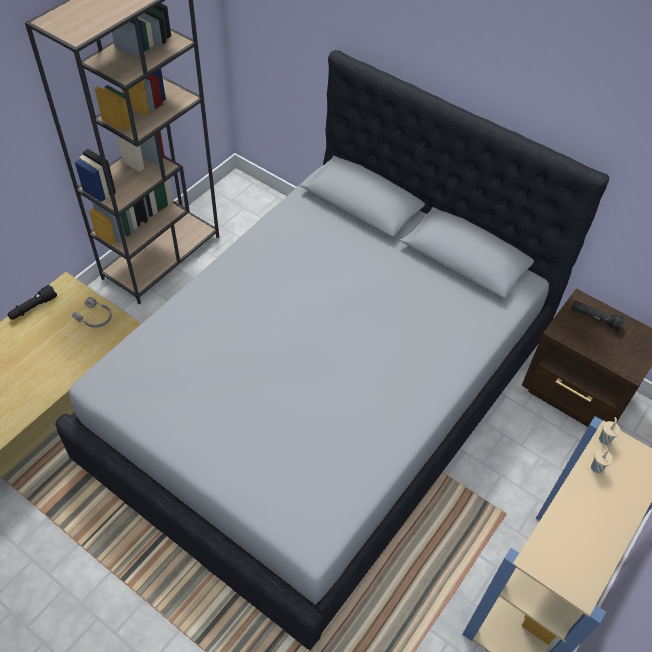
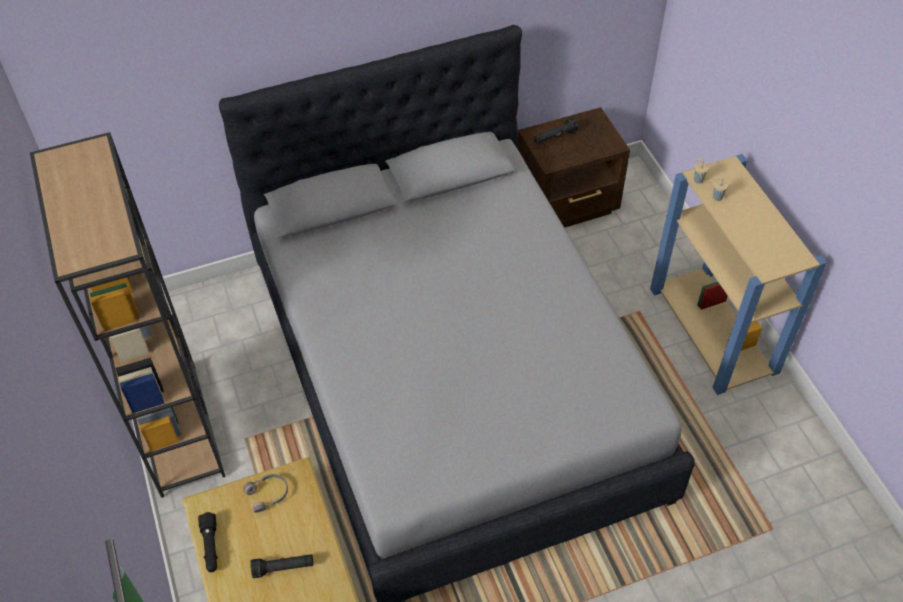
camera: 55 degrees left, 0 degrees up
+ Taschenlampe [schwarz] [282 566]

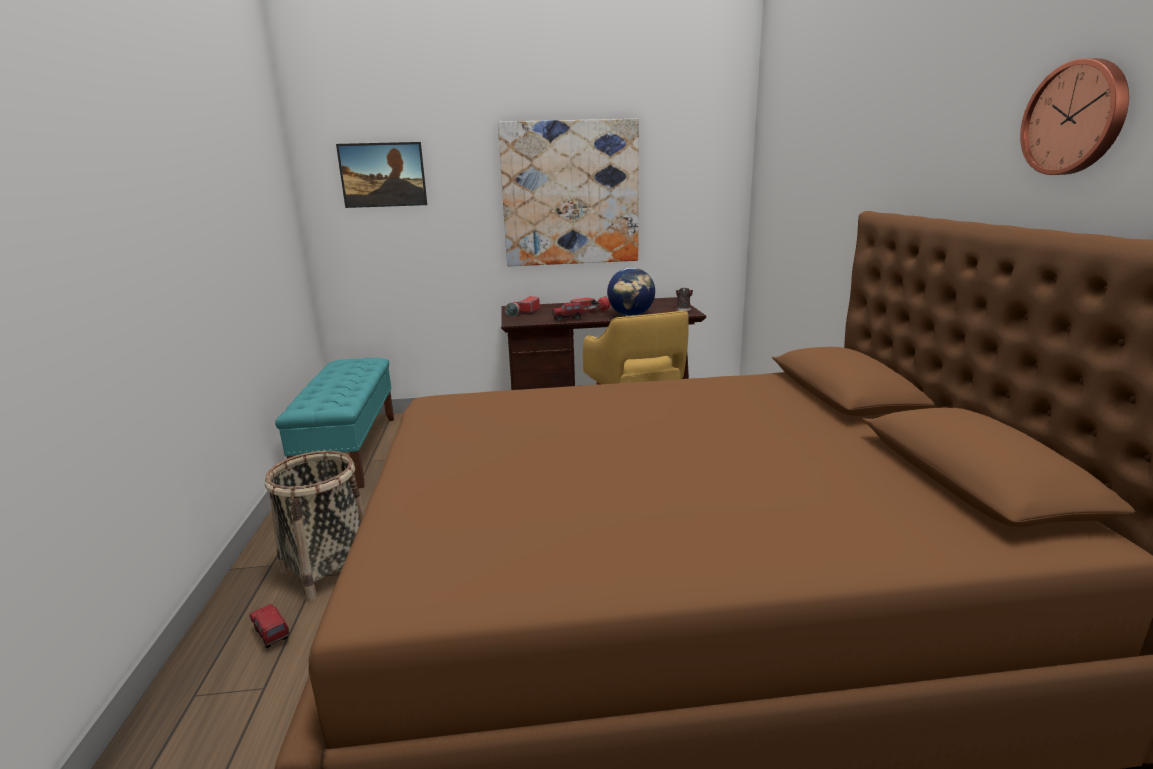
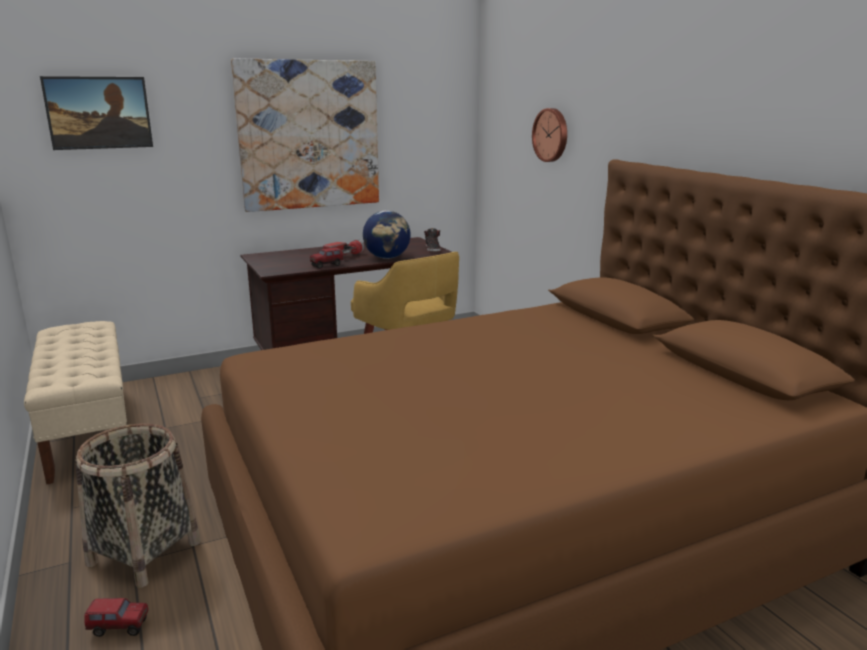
camera: 20 degrees left, 0 degrees up
~ Spielzeuglaster [269 626] = [116 617] 150 degrees clockwise
~ Bank [türkis] [334 423] to Bank [beige] [75 403]
- Taschenlampe [522 306]
~ Wanduhr [1074 116] to [549 135]

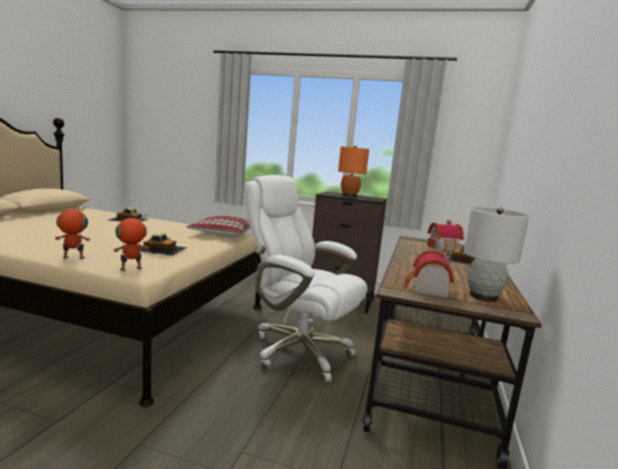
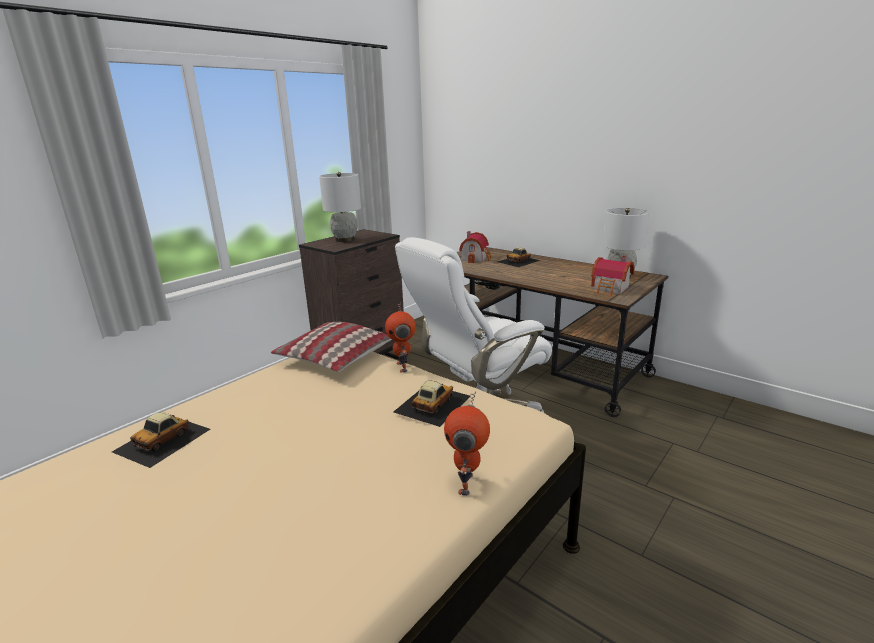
camera: 65 degrees left, 10 degrees up
~ Spielzeugroboter [131 242] to [400 337]
~ Tischlampe [orange] [353 171] to Tischlampe [weiß] [340 207]

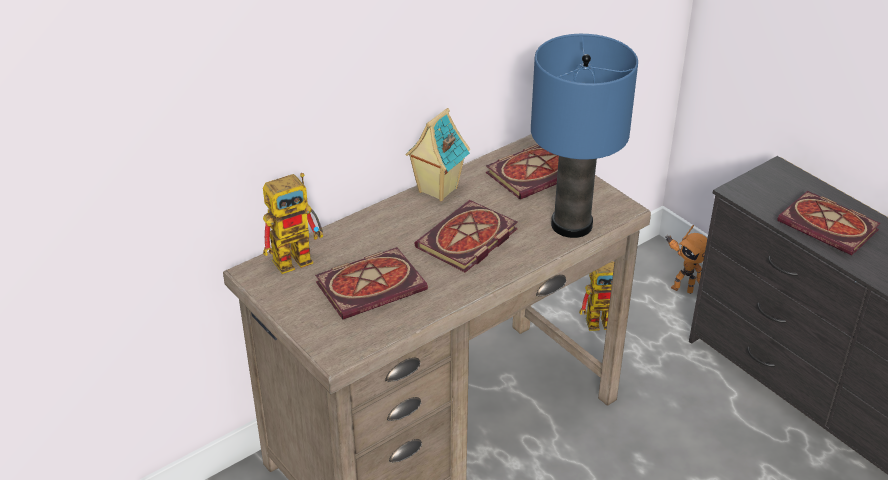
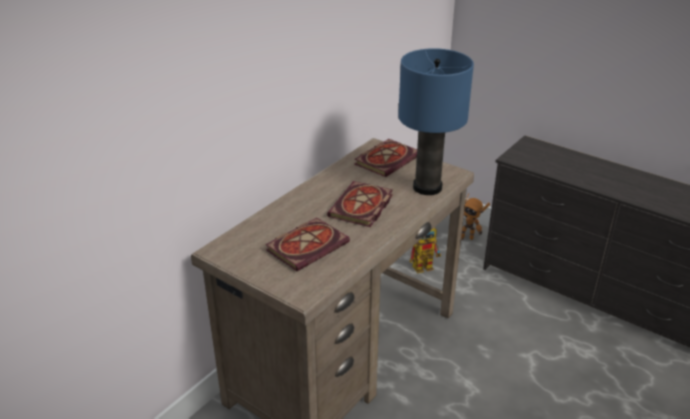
camera: 15 degrees left, 5 degrees down
- Spielzeugroboter [293 223]
- Spielzeughaus [437 154]
- Buch [829 223]

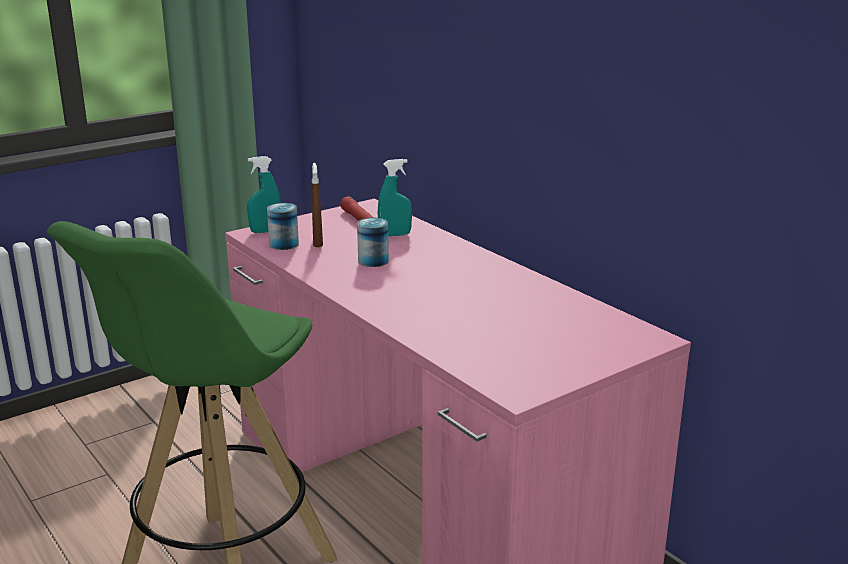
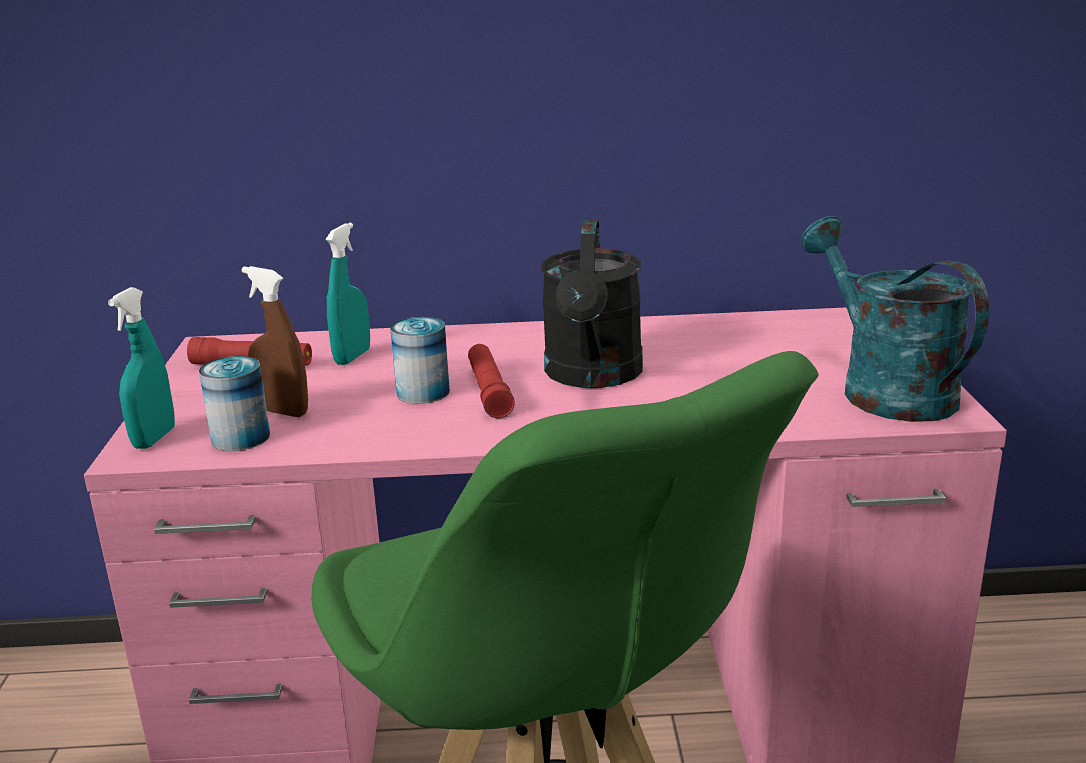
camera: 55 degrees left, 0 degrees up
+ Taschenlampe [rot] [491 381]
+ Gießkanne [schwarz] [591 304]
+ Gießkanne [türkis] [895 319]

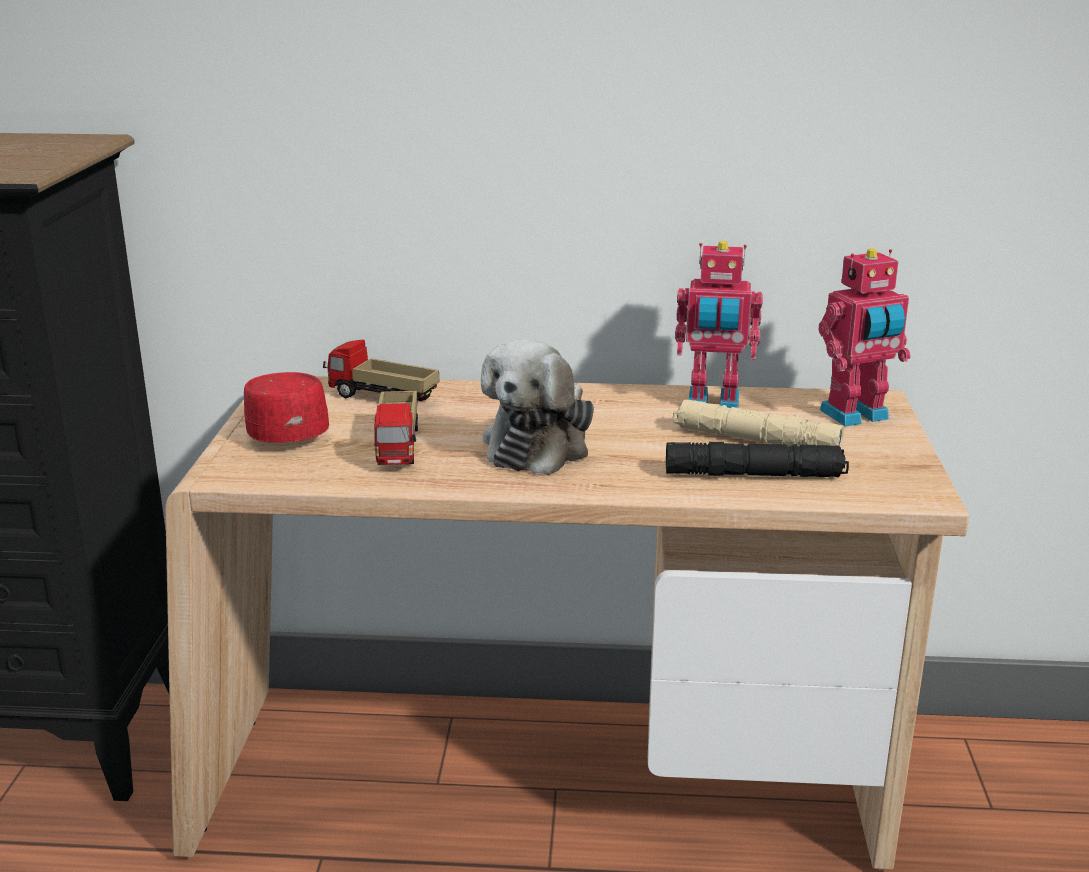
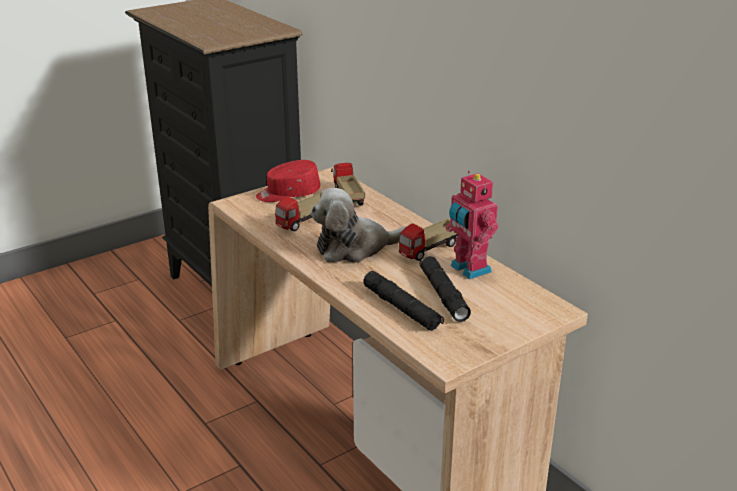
camera: 50 degrees right, 5 degrees up
~ Kappe [rot] [286 407] = [288 181] 135 degrees counterclockwise
~ Taschenlampe [beige] [758 423] to Taschenlampe [schwarz] [445 289]
- Spielzeugroboter [864 337]
+ Spielzeuglaster [428 240]

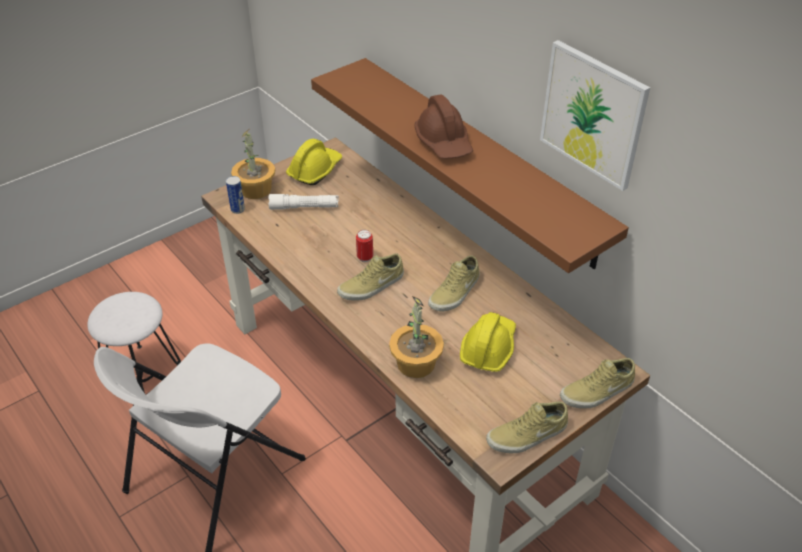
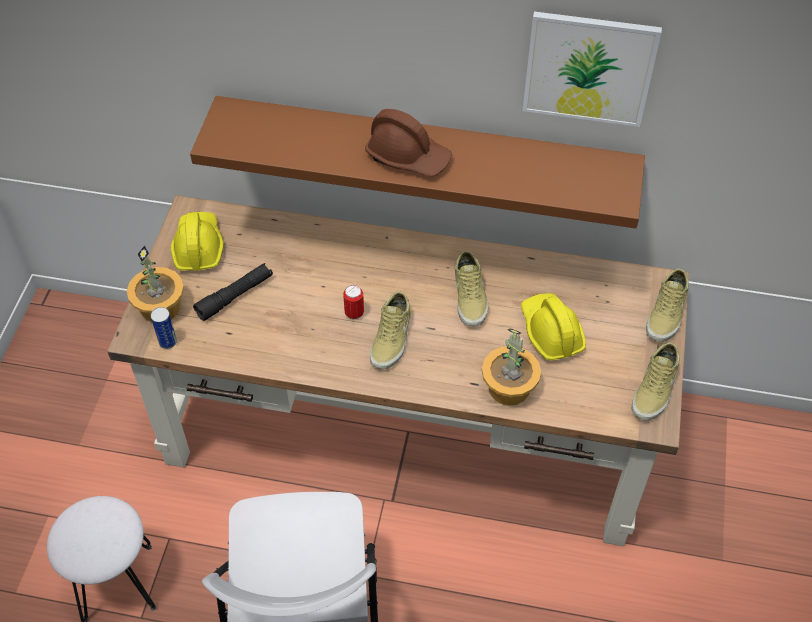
camera: 40 degrees left, 10 degrees up
~ Taschenlampe [weiß] [303 202] to Taschenlampe [schwarz] [233 292]

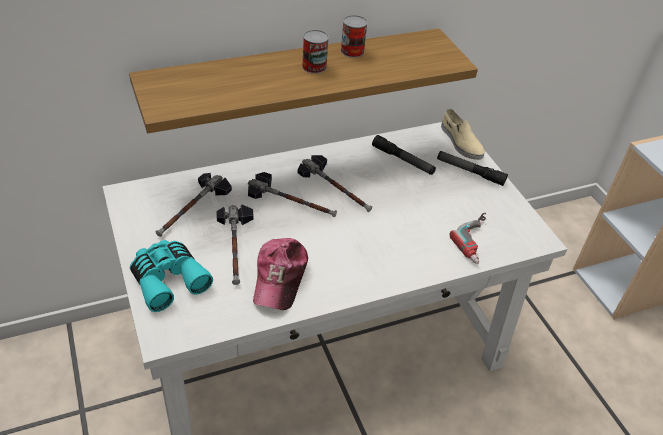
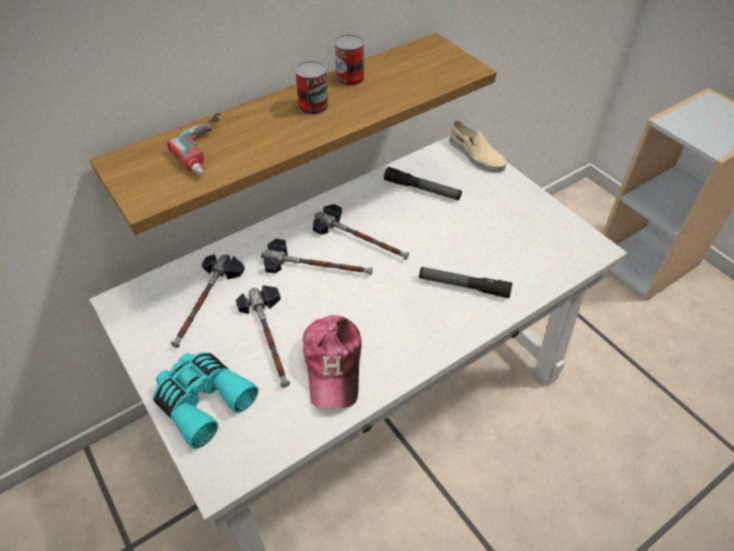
camera: 10 degrees left, 5 degrees up
~ Taschenlampe [472 168] to [465 282]
~ Bohrmaschine [468 238] to [194 144]

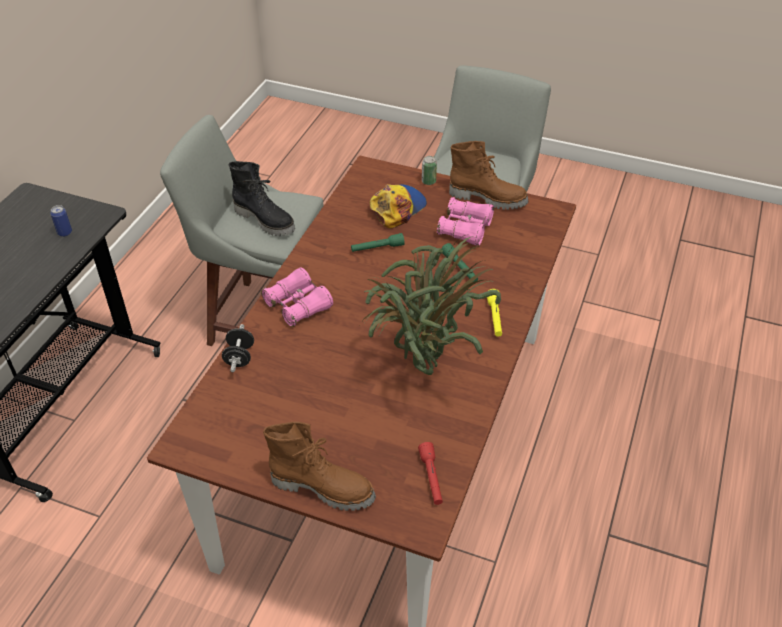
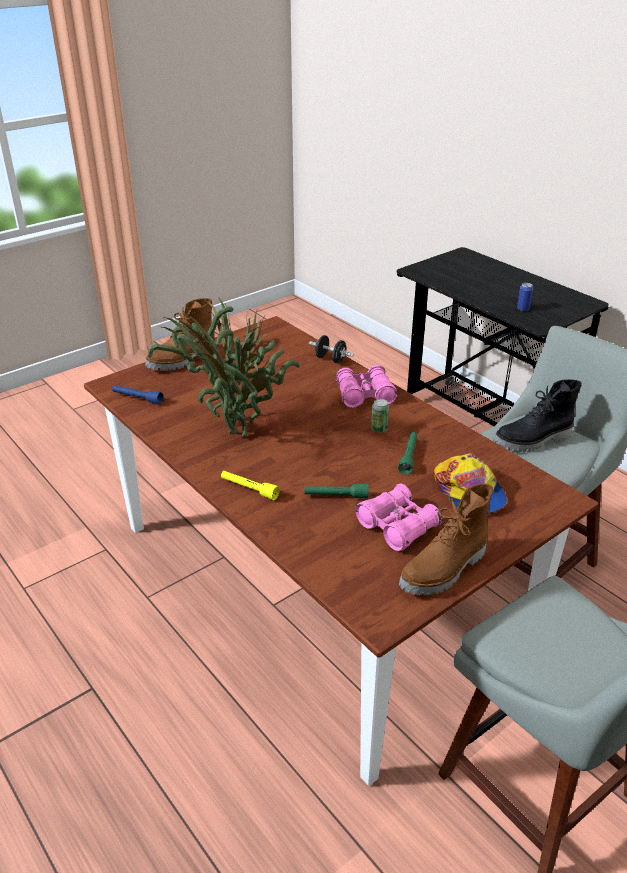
camera: 120 degrees right, 10 degrees down
~ Taschenlampe [rot] [430 473] to Taschenlampe [blau] [137 395]
~ Dose [429 170] to [380 416]

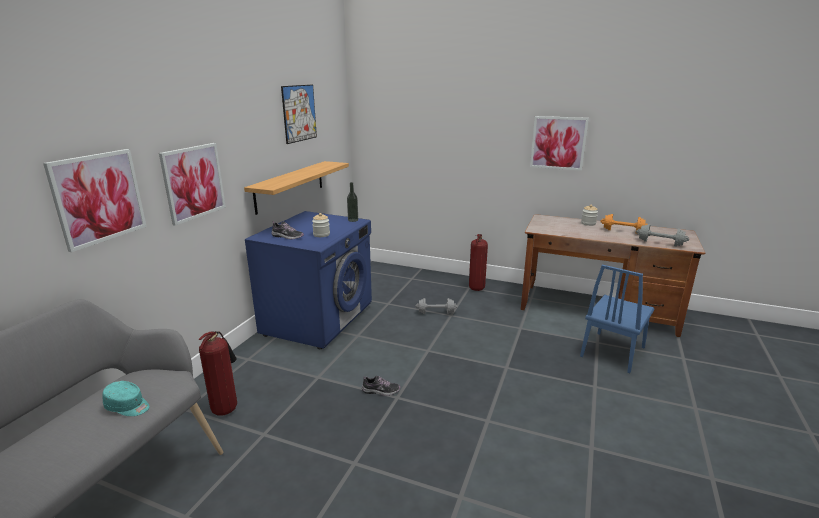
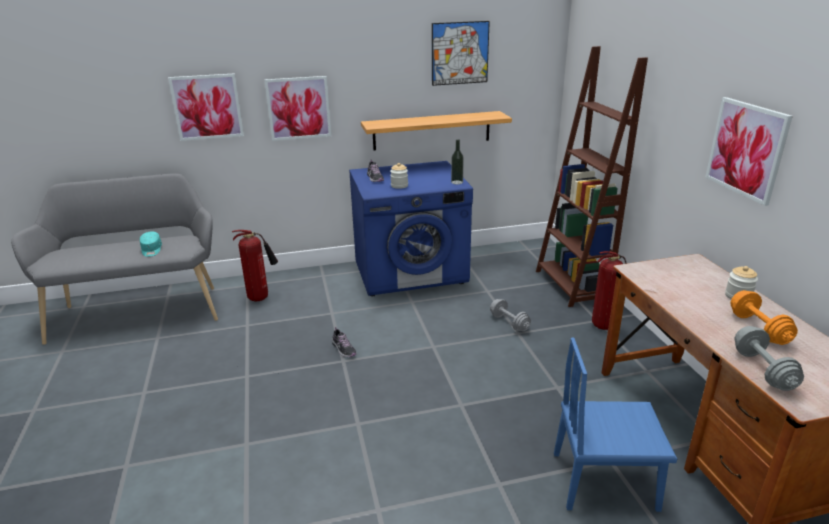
camera: 55 degrees right, 5 degrees up
+ Bücherregal [braun] [592 176]

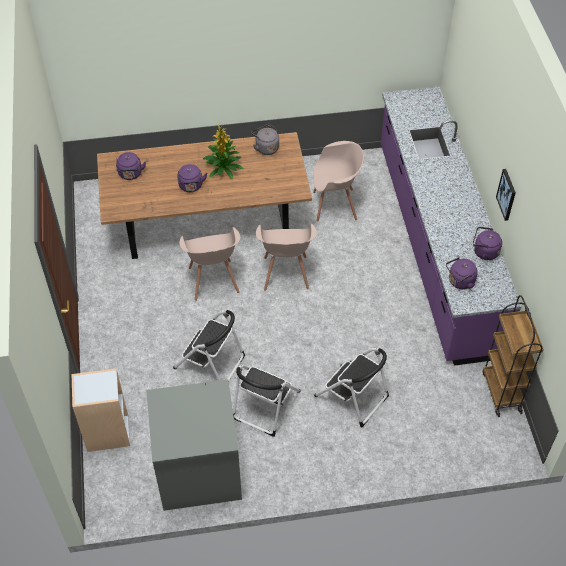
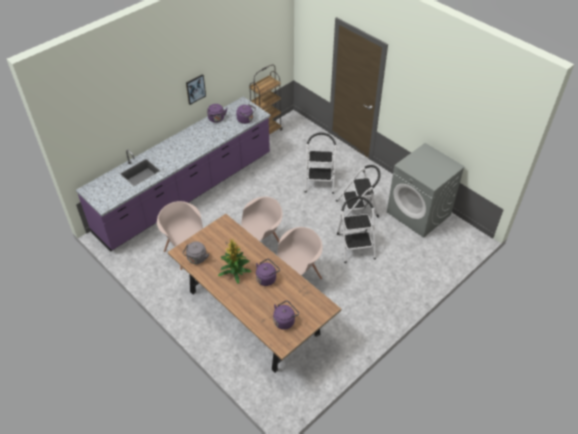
camera: 125 degrees left, 5 degrees down
- Bücherregal [101 410]

